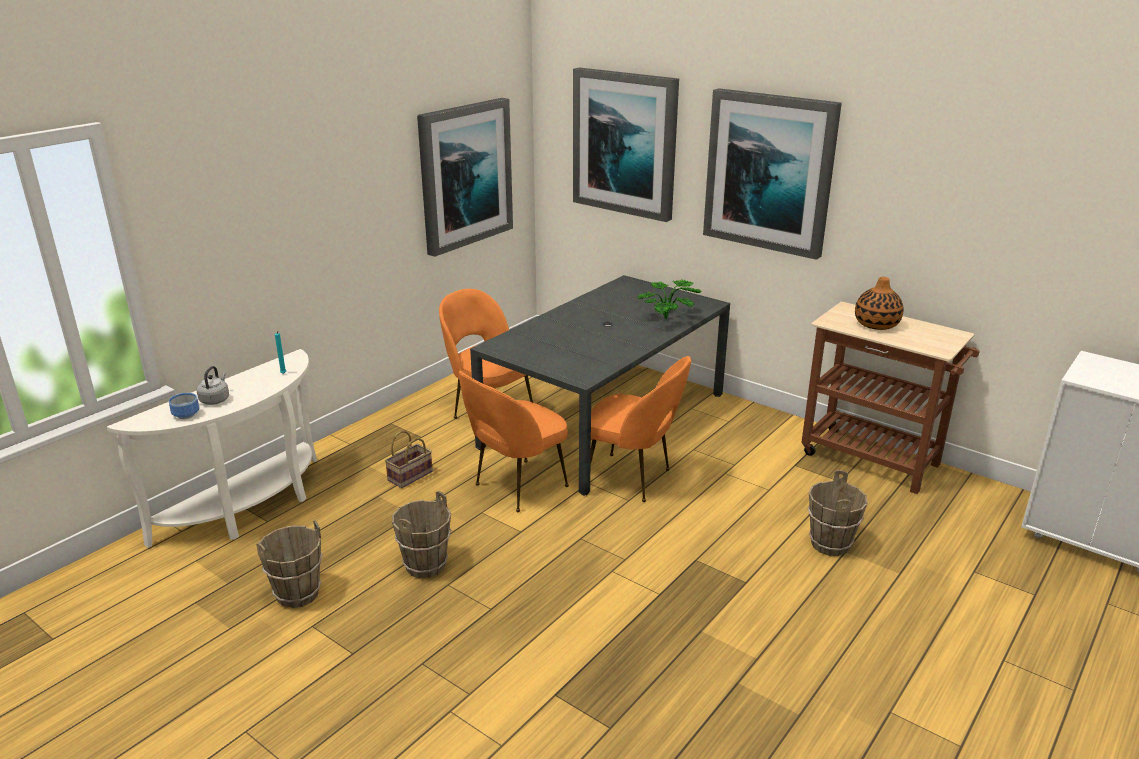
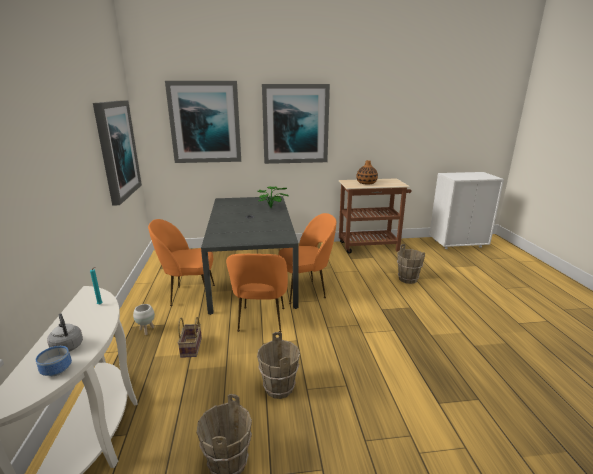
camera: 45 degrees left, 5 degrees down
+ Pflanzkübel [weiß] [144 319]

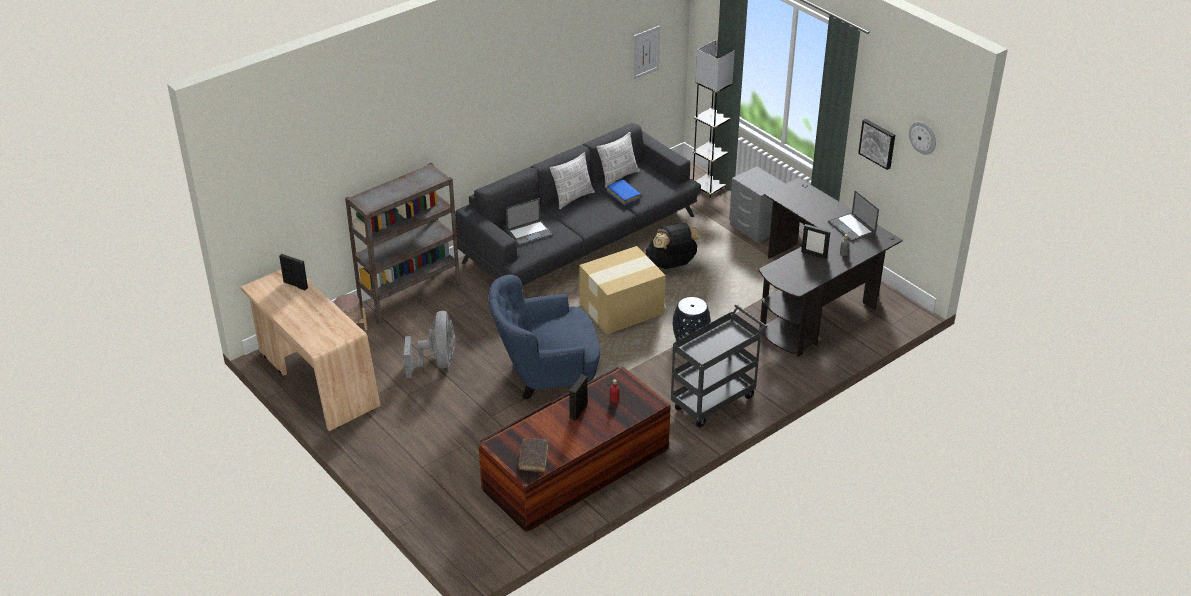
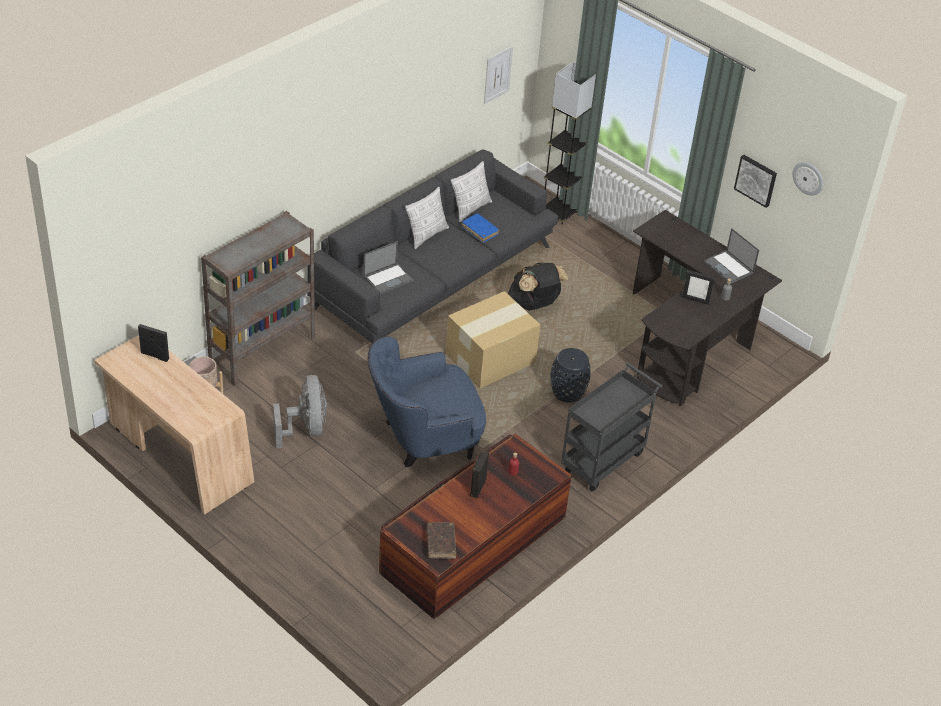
camera: 10 degrees left, 5 degrees up
- Nachttisch [grau] [757 204]

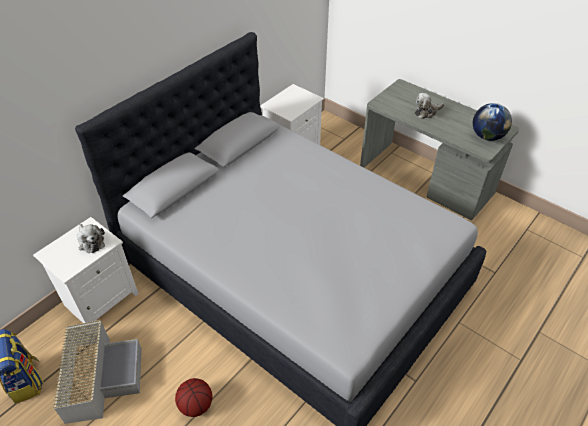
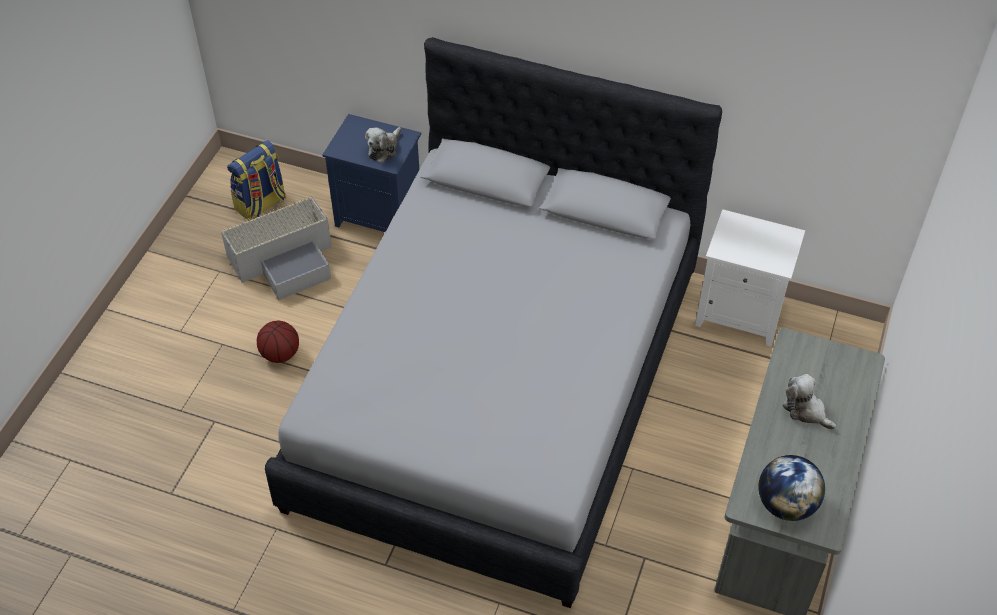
camera: 70 degrees right, 5 degrees up
~ Nachttisch [weiß] [86 270] to Nachttisch [blau] [371 173]

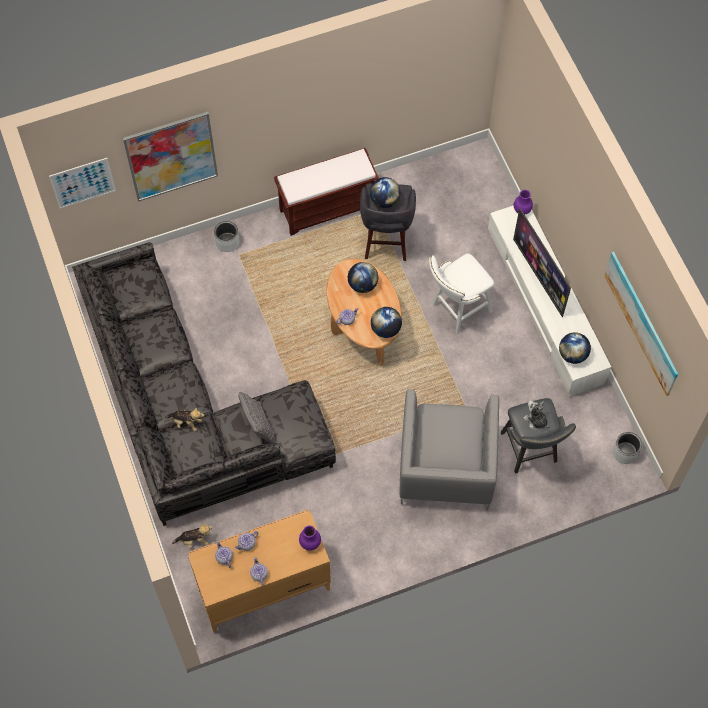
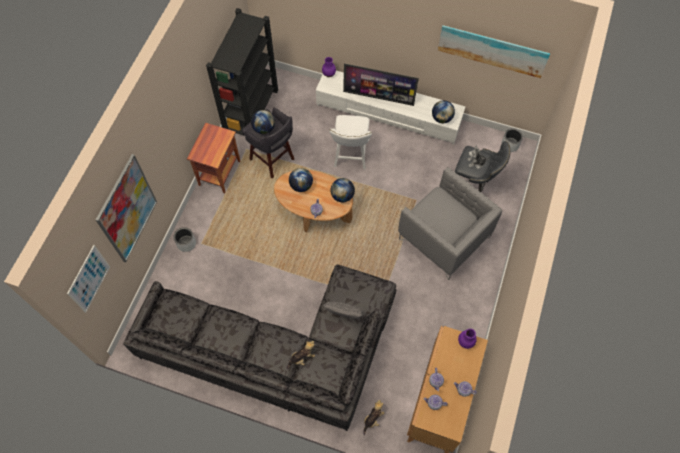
camera: 50 degrees left, 0 degrees up
~ Bank [braun] [326 192] to Nachttisch [213 158]
+ Bücherregal [schwarz] [242 71]

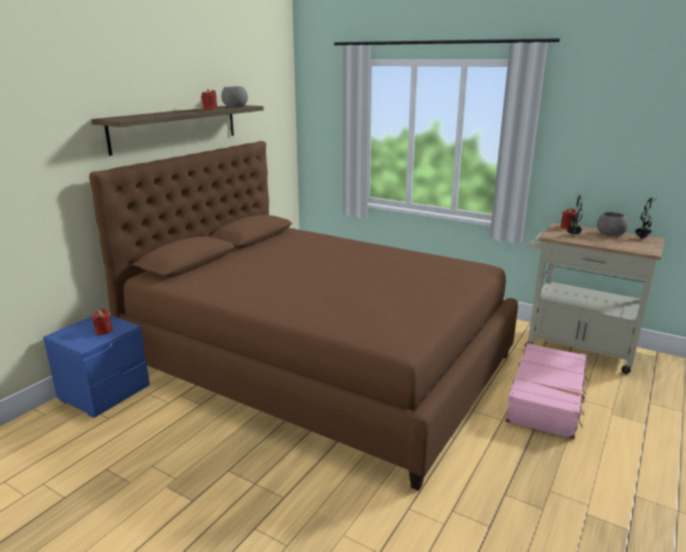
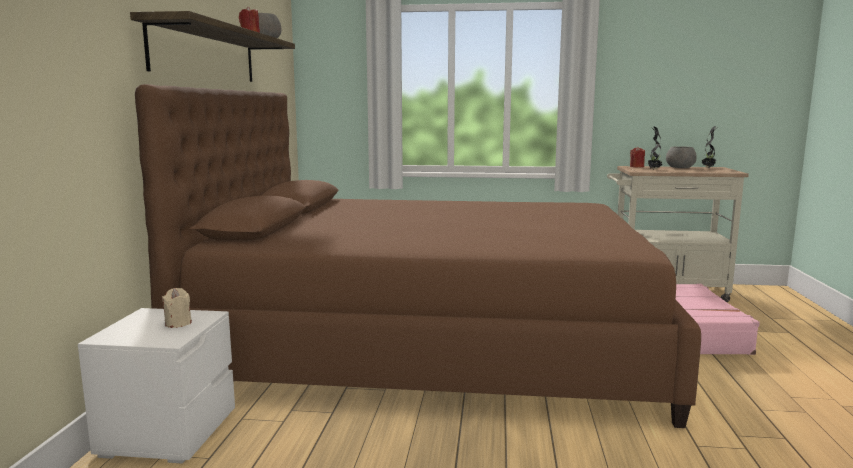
camera: 25 degrees left, 10 degrees down
~ Nachttisch [blau] [96 366] to Nachttisch [weiß] [156 386]
~ Kerze [rot] [102 322] to Kerze [beige] [177 308]

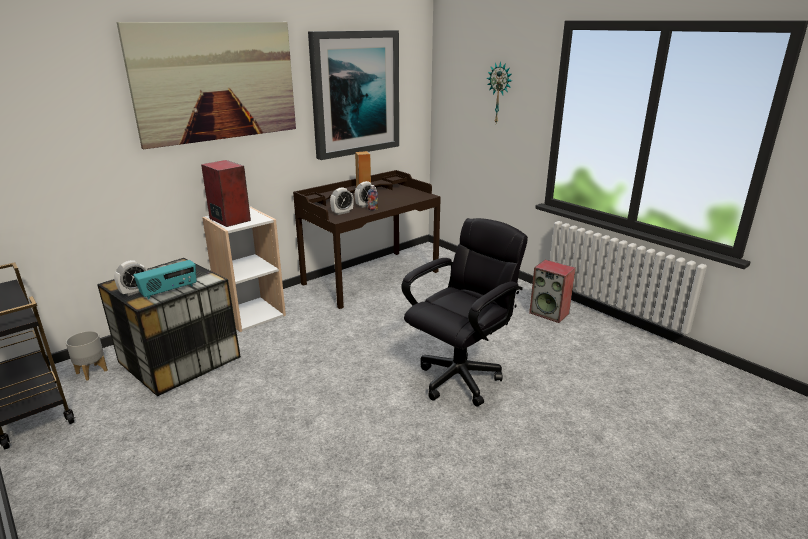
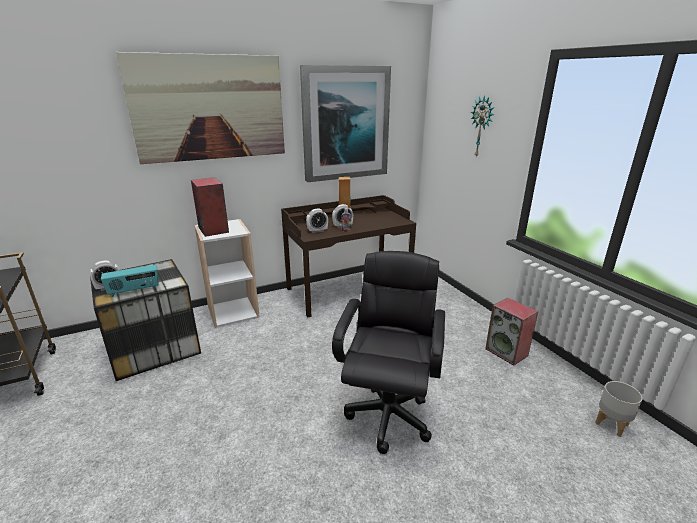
camera: 15 degrees right, 0 degrees up
~ Pflanzkübel [grau] [87 356] to [619 409]
~ Bürostuhl [schwarz] [464 312] = [388 352] 45 degrees counterclockwise

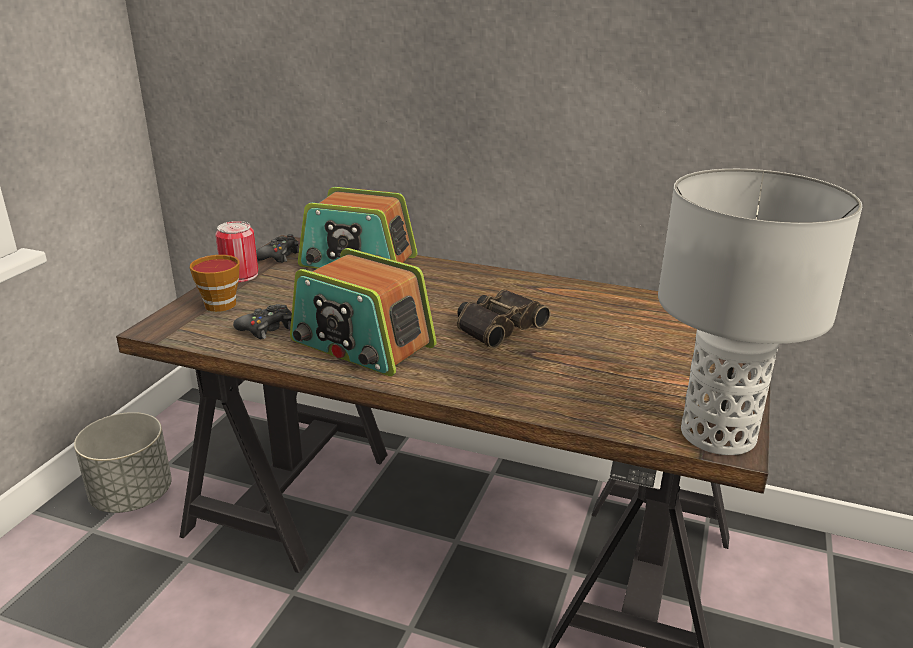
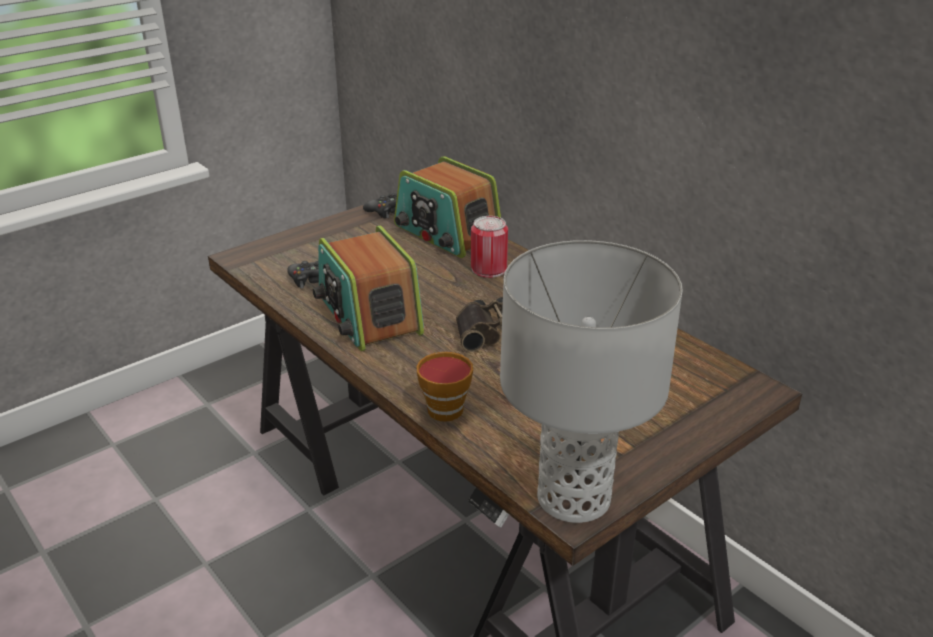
camera: 30 degrees right, 5 degrees up
- Pflanzkübel [grau] [123 462]
~ Tasse [215 283] to [445 387]
~ Dose [236 251] to [489 247]

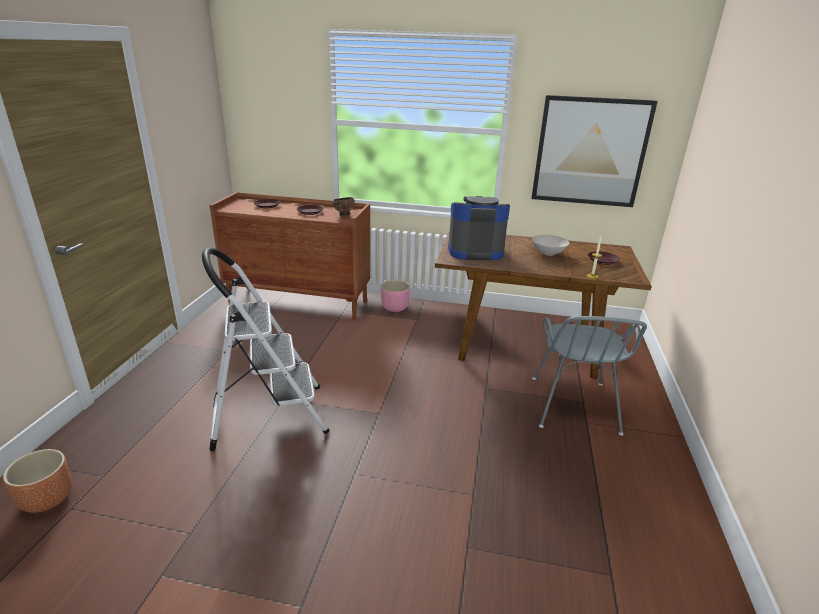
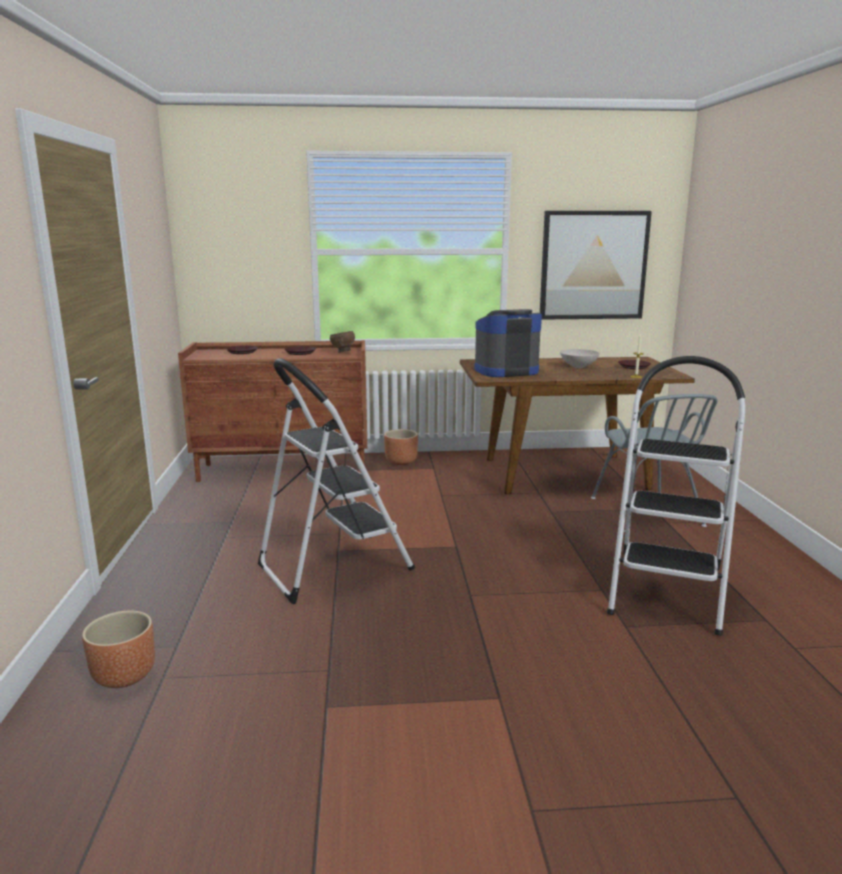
camera: 15 degrees left, 10 degrees down
~ Pflanzkübel [rosa] [395 296] to Pflanzkübel [braun] [401 447]
+ Trittleiter [676 496]

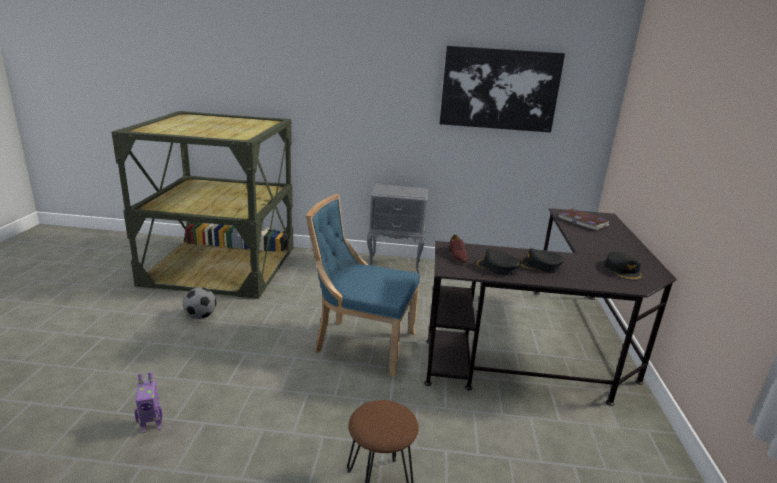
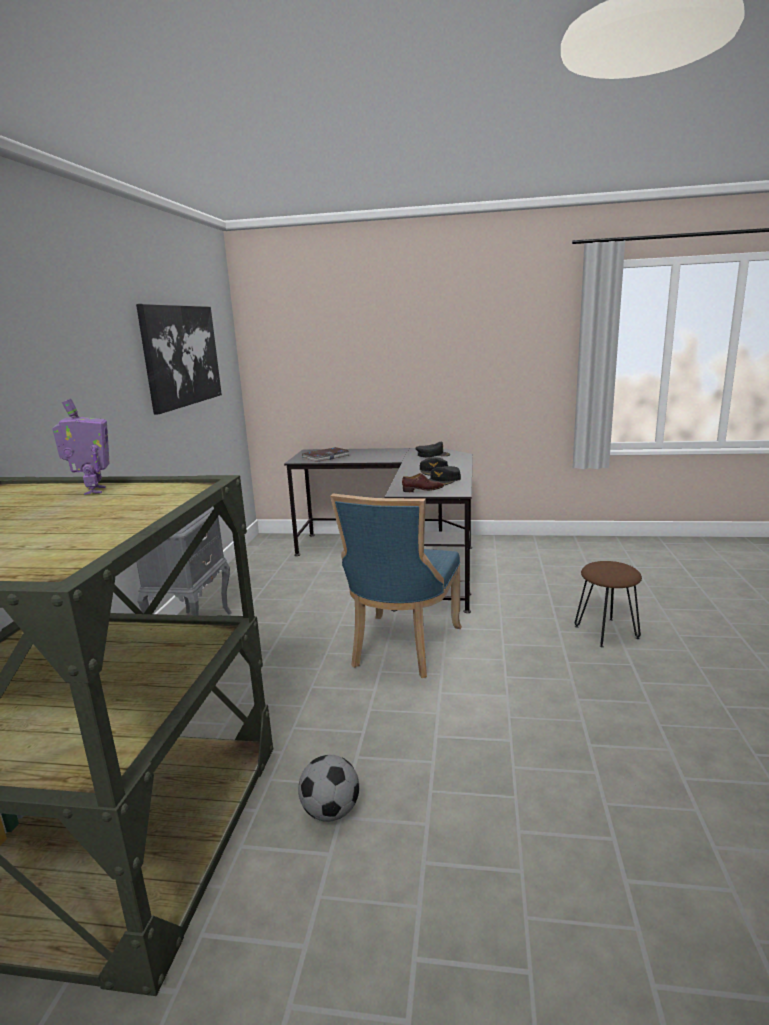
camera: 85 degrees left, 5 degrees down
~ Spielzeugroboter [148 402] to [81 447]

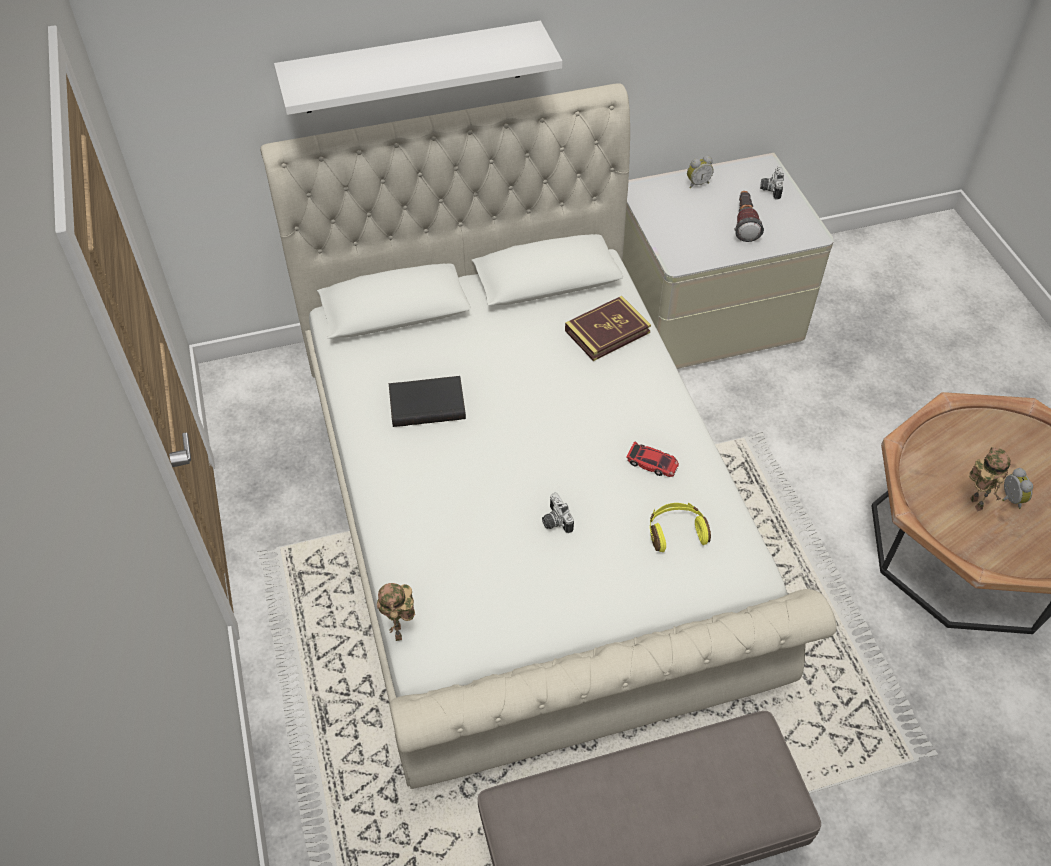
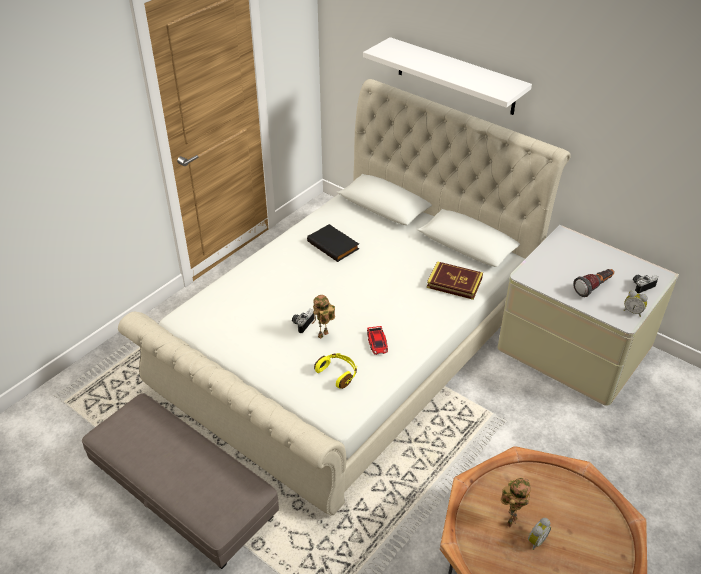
camera: 55 degrees right, 10 degrees down
~ Spielzeugroboter [396 612] to [323 317]
~ Wecker [700 171] to [636 303]

